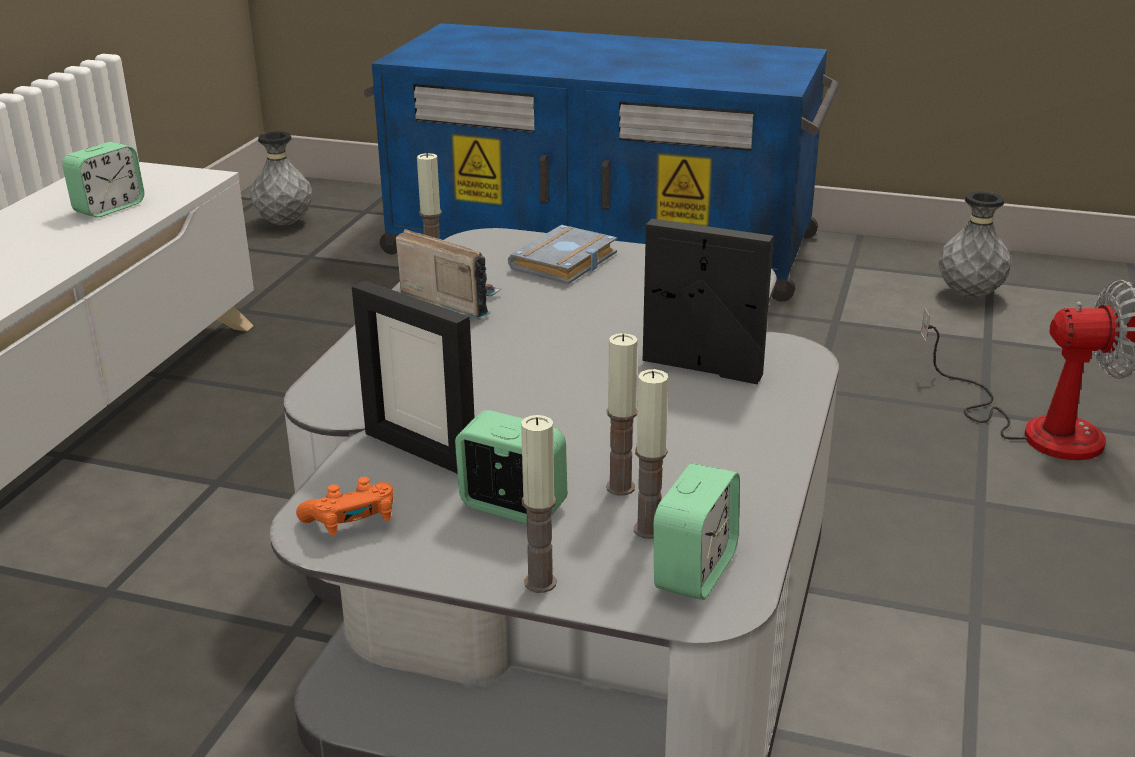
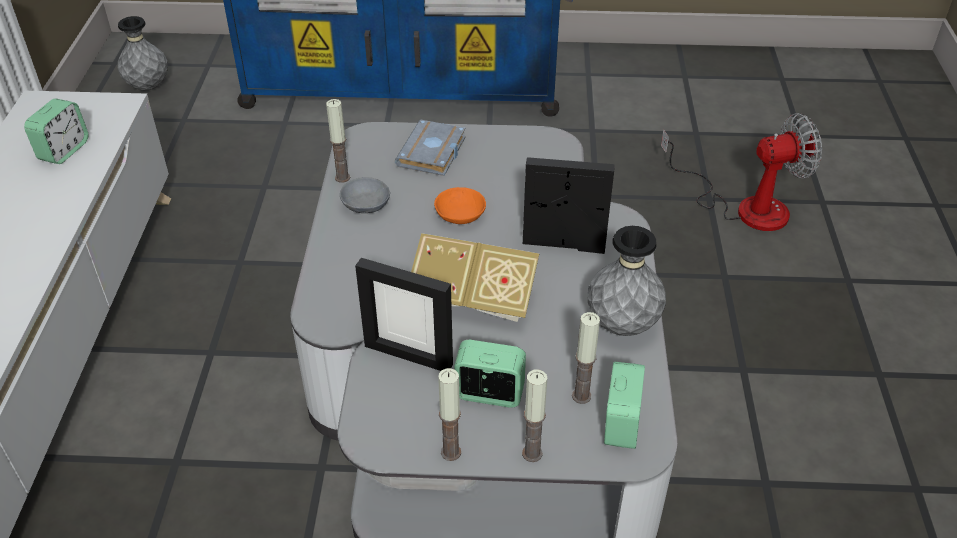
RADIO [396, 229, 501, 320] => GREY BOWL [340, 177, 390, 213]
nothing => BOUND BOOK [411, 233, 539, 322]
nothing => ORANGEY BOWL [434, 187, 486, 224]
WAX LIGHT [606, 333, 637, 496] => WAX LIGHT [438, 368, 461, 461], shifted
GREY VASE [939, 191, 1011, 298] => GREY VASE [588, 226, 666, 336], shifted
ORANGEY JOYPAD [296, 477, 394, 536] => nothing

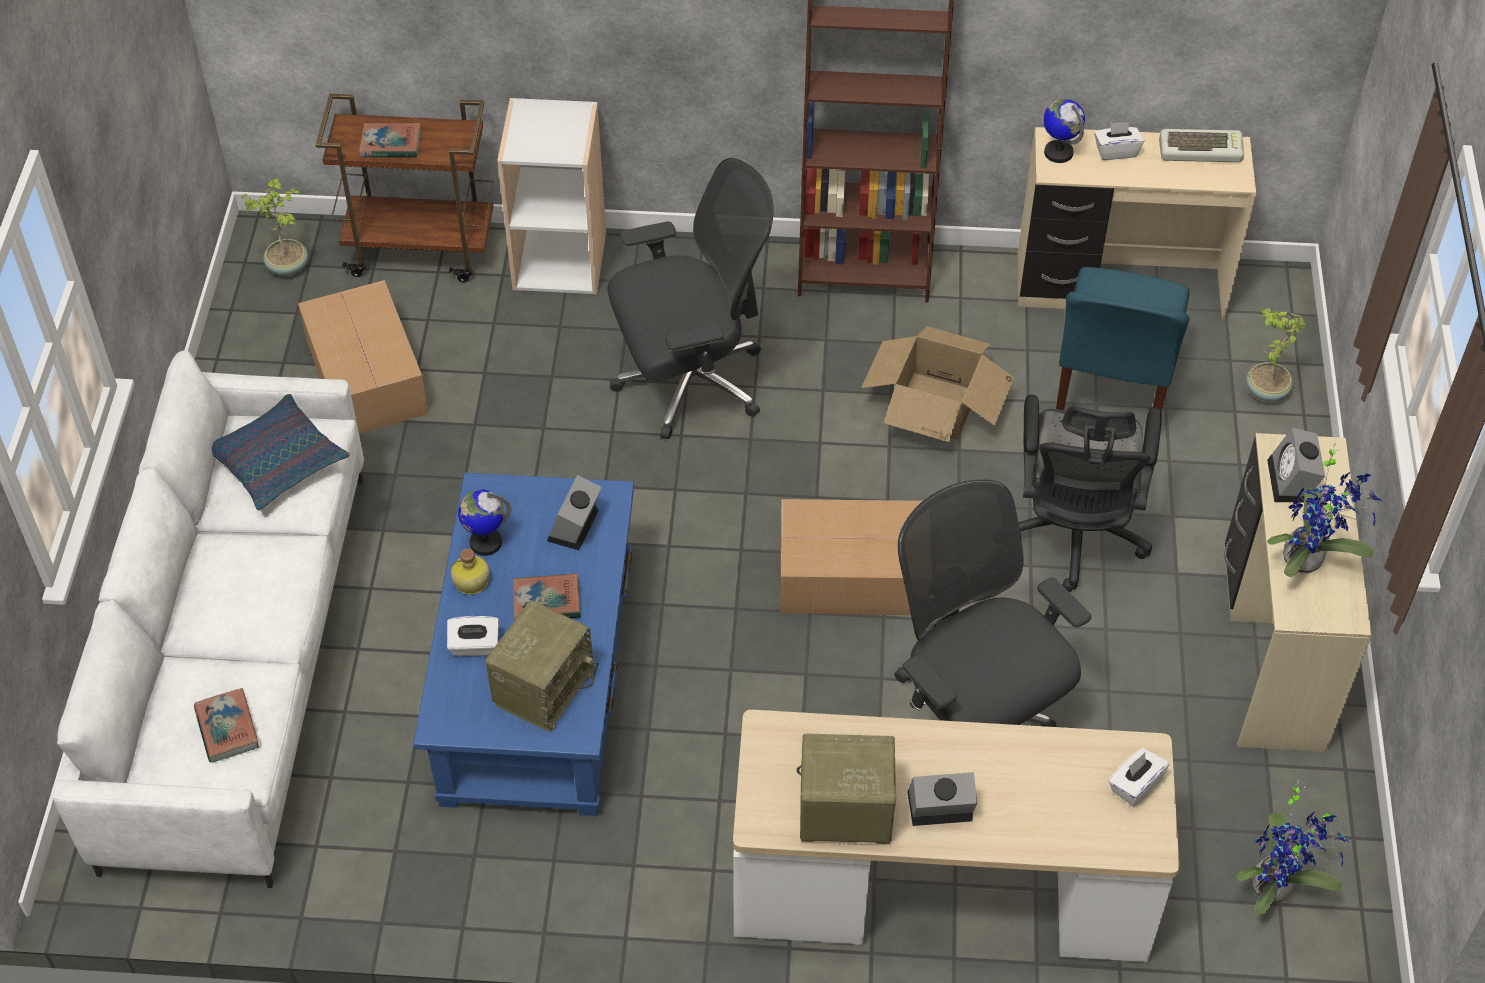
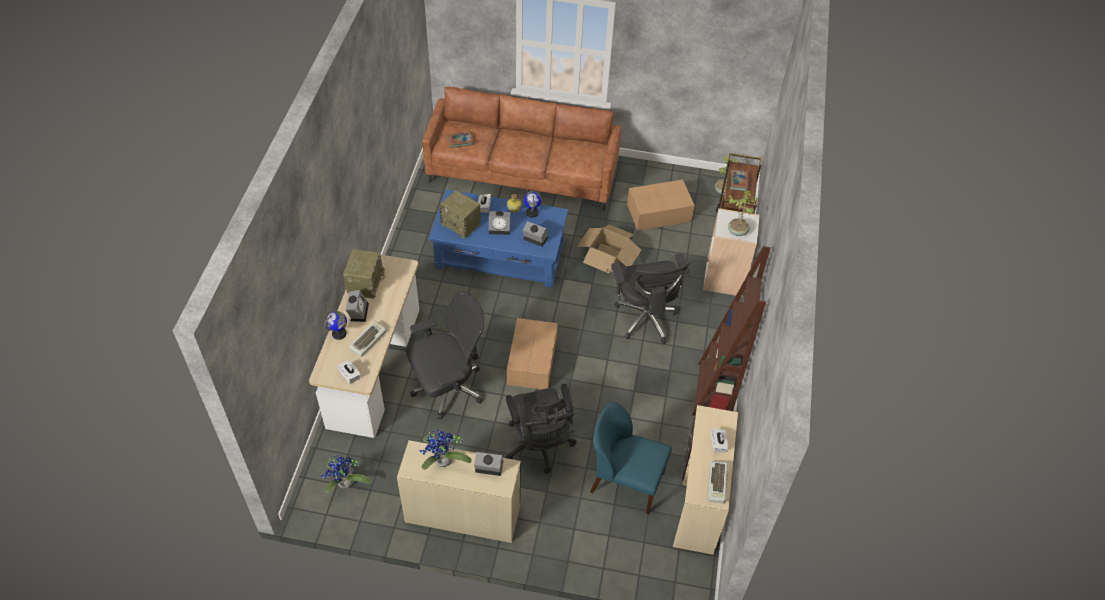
GLOBE [1043, 99, 1085, 163] => GLOBE [324, 311, 347, 340], shifted
nothing => KEYBOARD [349, 321, 387, 357]
WHITE-COLOURED COUCH [52, 350, 364, 888] => BROWN COUCH [422, 87, 621, 210]
BOUND BOOK [513, 573, 581, 621] => BEDSIDE CLOCK [489, 211, 510, 235]
OFFICE CHAIR [1018, 395, 1162, 592] => OFFICE CHAIR [506, 384, 576, 474], 120 degrees counterclockwise
CARTON [861, 326, 1014, 442] => CARTON [577, 224, 641, 273], shifted
HOUSEPLANT [1246, 307, 1307, 402] => HOUSEPLANT [728, 190, 758, 236], shifted
BLUE-COLOURED CUSHION [212, 394, 350, 510] => nothing

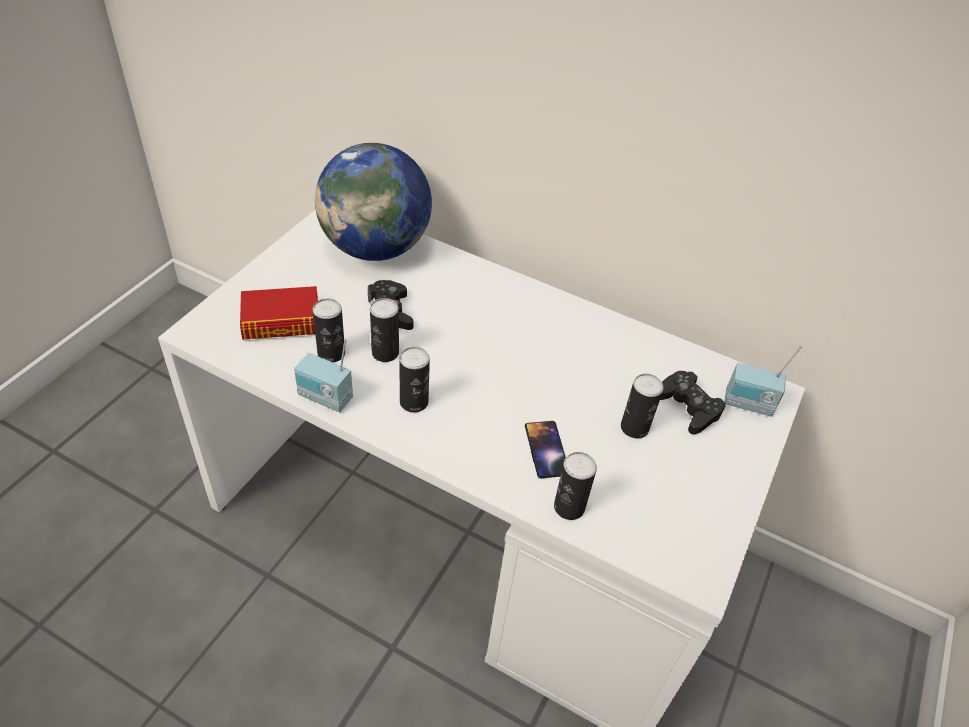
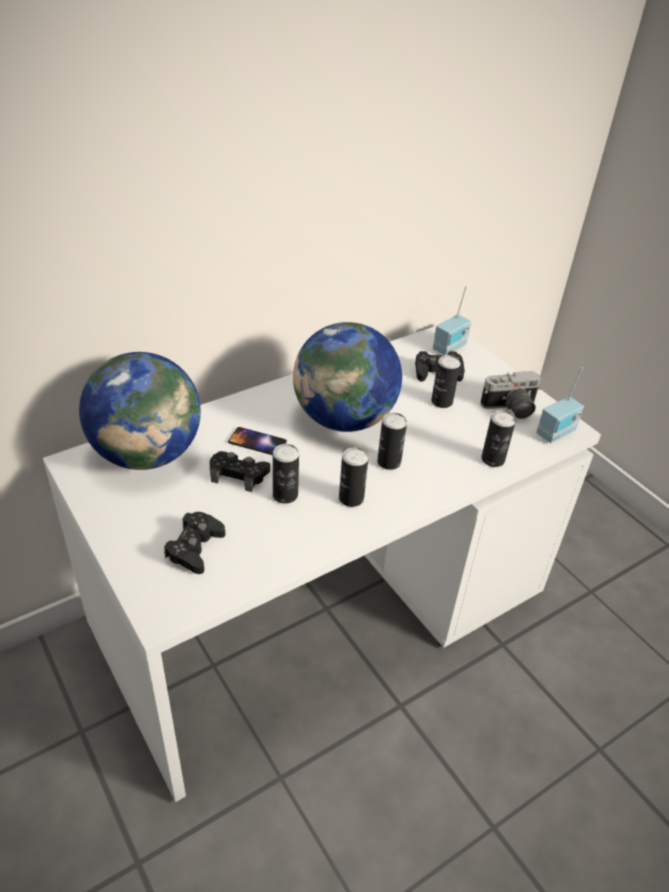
BOUND BOOK [240, 286, 318, 340] => BLACK JOYPAD [164, 512, 225, 574]
PHONE [525, 421, 566, 478] => PHONE [228, 427, 287, 455], shifted
nothing => GLOBE [293, 322, 402, 432]
SEALED CAN [312, 298, 345, 363] => SEALED CAN [377, 413, 407, 470], shifted
nothing => STILL CAMERA [480, 371, 541, 419]
RADIO [294, 338, 353, 412] => RADIO [536, 367, 584, 443], shifted

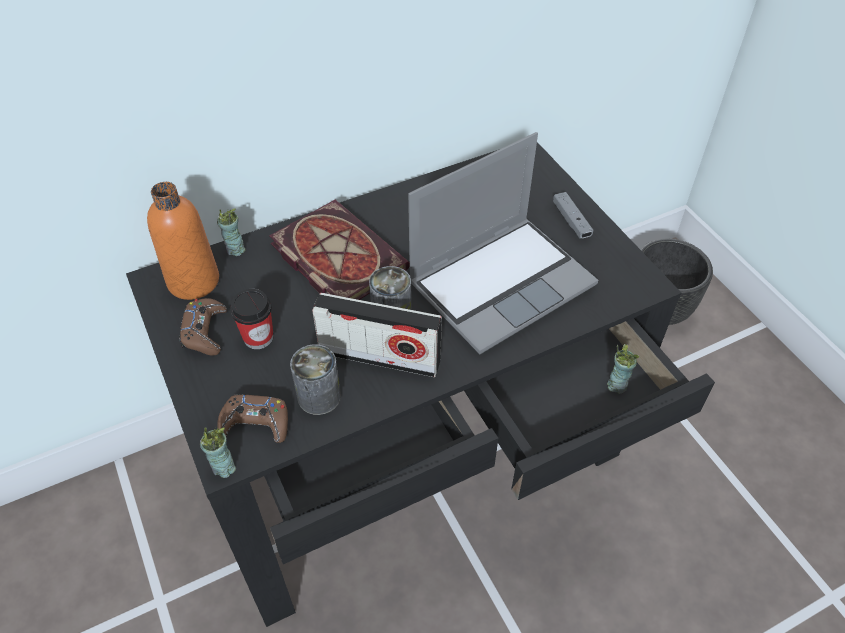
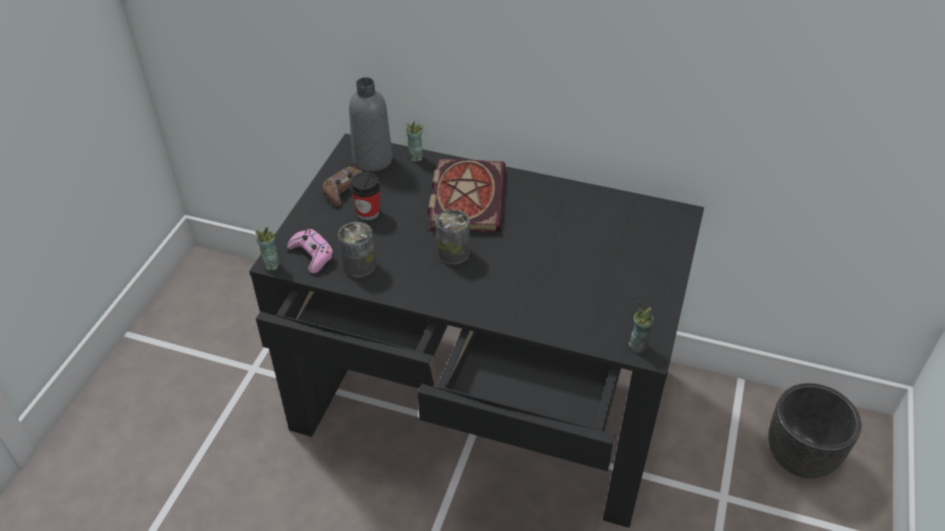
BROWN JOYPAD [217, 394, 288, 443] => PINKISH JOYPAD [287, 229, 334, 273]
ORANGEY BOTTLE [147, 182, 219, 300] => GREY BOTTLE [349, 77, 392, 172]
DRINKING CUP [607, 344, 639, 394] => DRINKING CUP [629, 301, 654, 353], shifted
RADIO [312, 293, 442, 377] => nothing
NOTEBOOK COMPUTER [408, 132, 598, 354] => nothing
GREY JOYPAD [553, 192, 593, 239] => nothing

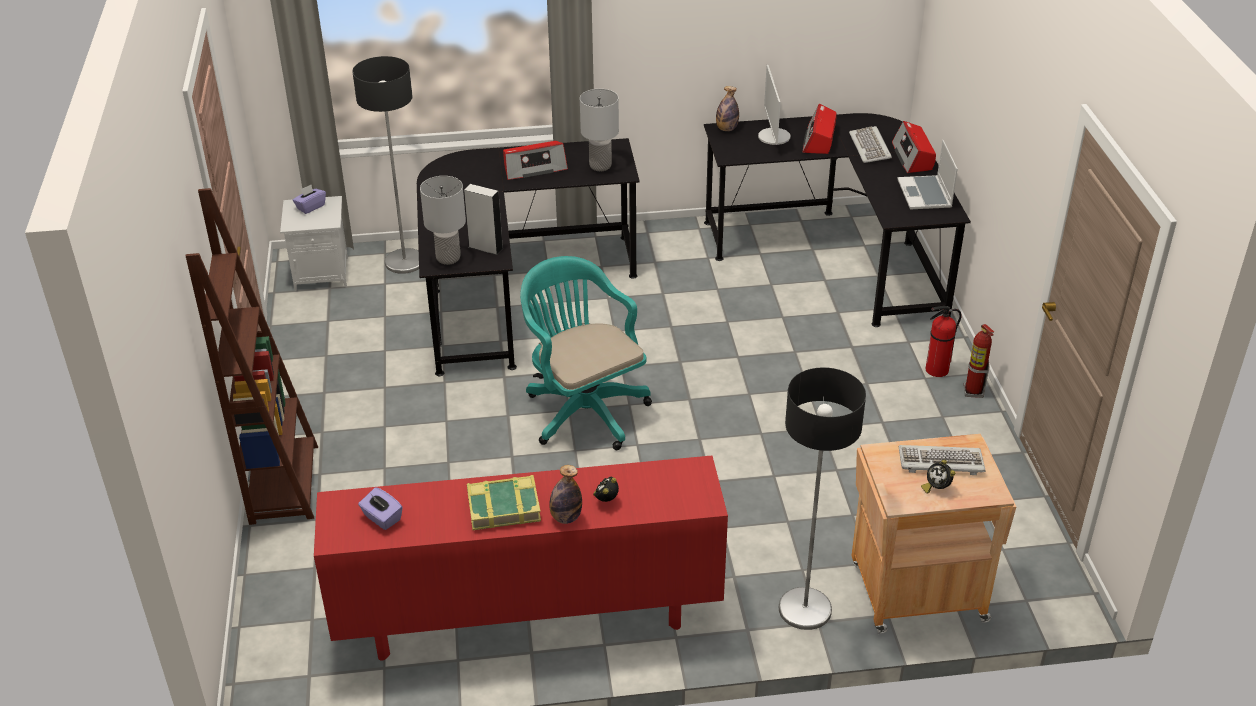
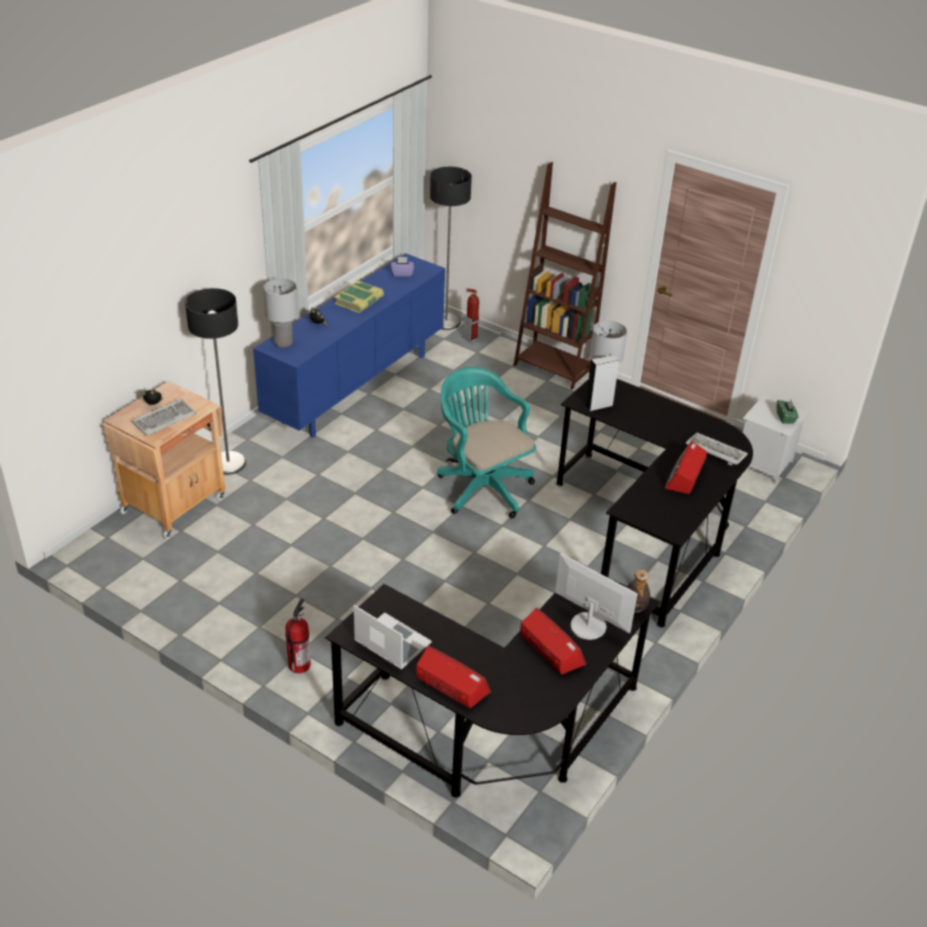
REDDISH CABINET [314, 456, 728, 661] => BLUE-COLOURED CABINET [253, 253, 445, 438]
GREY LAMP FOR A TABLE [580, 89, 619, 172] => GREY LAMP FOR A TABLE [263, 278, 298, 348], shifted
FLOOR LAMP [353, 56, 419, 274] => FLOOR LAMP [430, 167, 472, 330], shifted
TURQUOISE-COLOURED OFFICE CHAIR [520, 256, 652, 450] => TURQUOISE-COLOURED OFFICE CHAIR [437, 367, 536, 518], 135 degrees counterclockwise
EXTINGUISHER [964, 324, 994, 398] => EXTINGUISHER [463, 288, 480, 343], shifted
KEYBOARD [849, 126, 892, 163] => KEYBOARD [685, 433, 748, 466], shifted
PURPLE-COLOURED BOX OF TISSUES [293, 185, 326, 214] => GREEN BOX OF TISSUES [777, 400, 798, 424]
BOTTLE [549, 465, 582, 524] => nothing

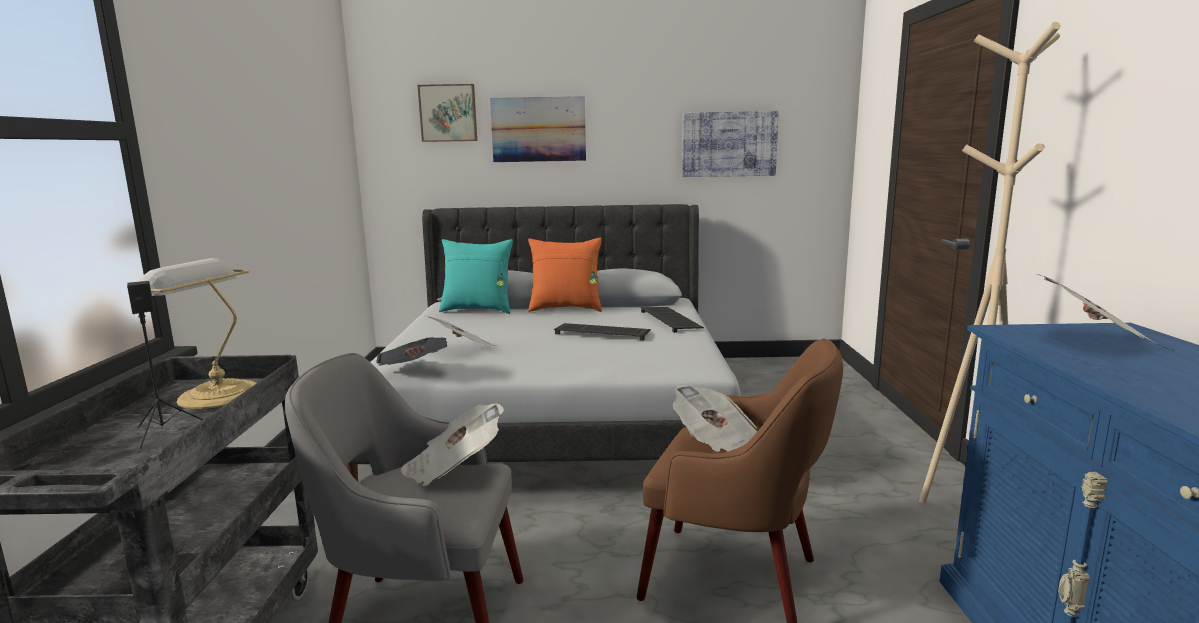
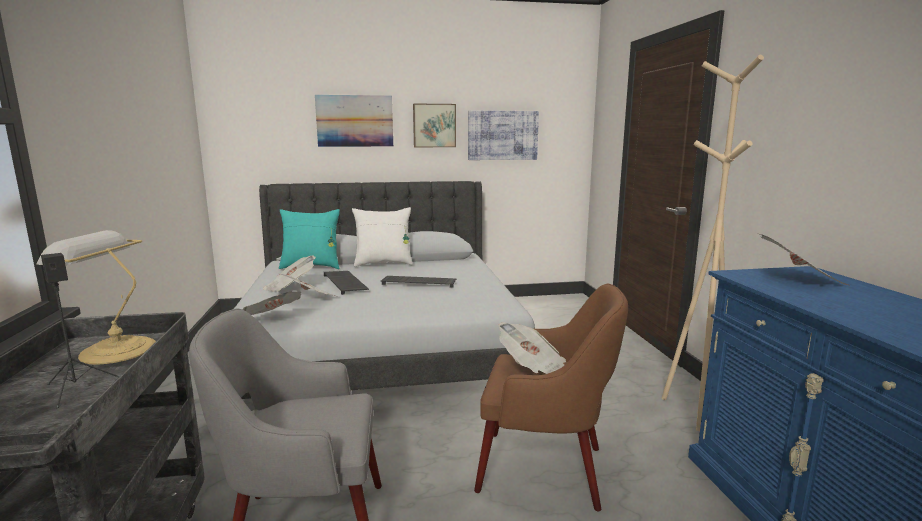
NEWSPAPER [400, 404, 504, 486] => NEWSPAPER [263, 256, 316, 292], shifted
KEYBOARD [641, 307, 704, 333] => KEYBOARD [323, 271, 369, 295], shifted
ORANGEY CUSHION [528, 238, 602, 312] => WHITE-COLOURED CUSHION [352, 207, 413, 267]
PICTURE [418, 84, 477, 142] => PICTURE [413, 104, 456, 147], shifted

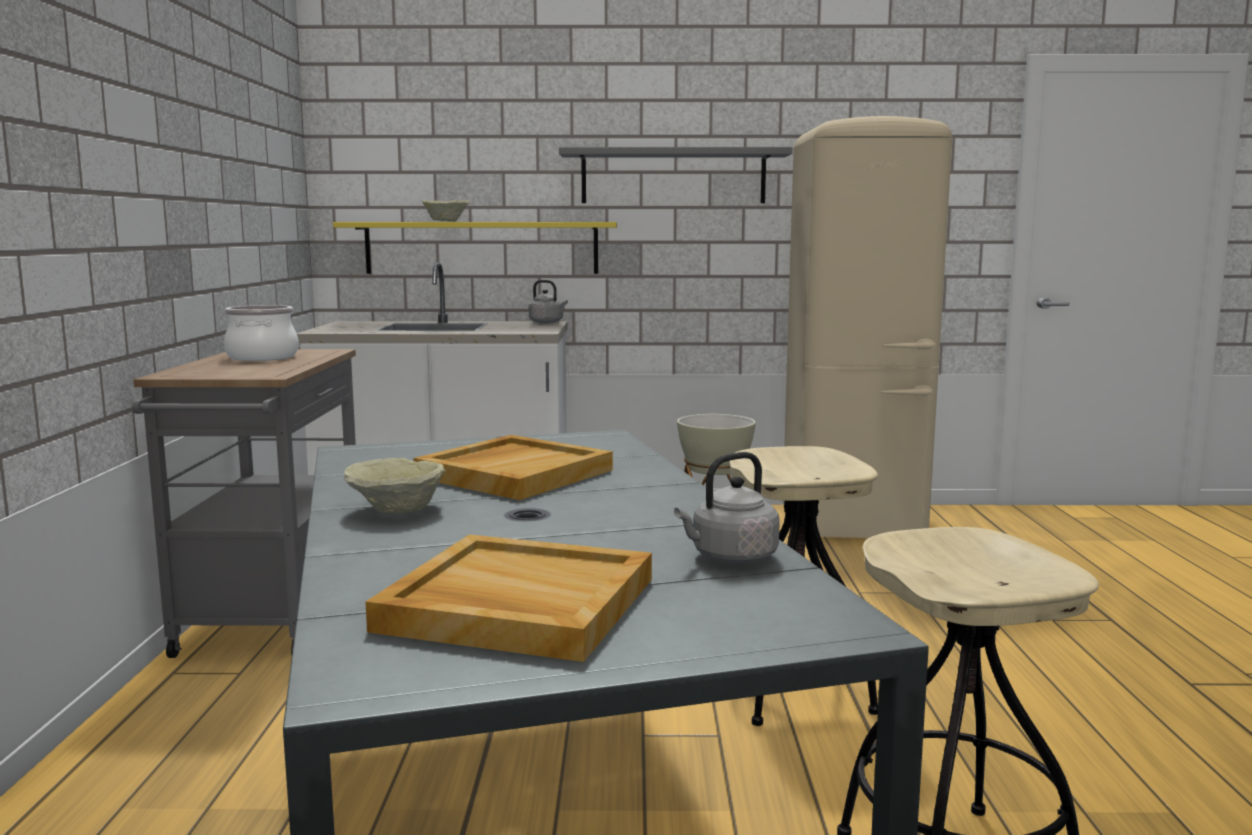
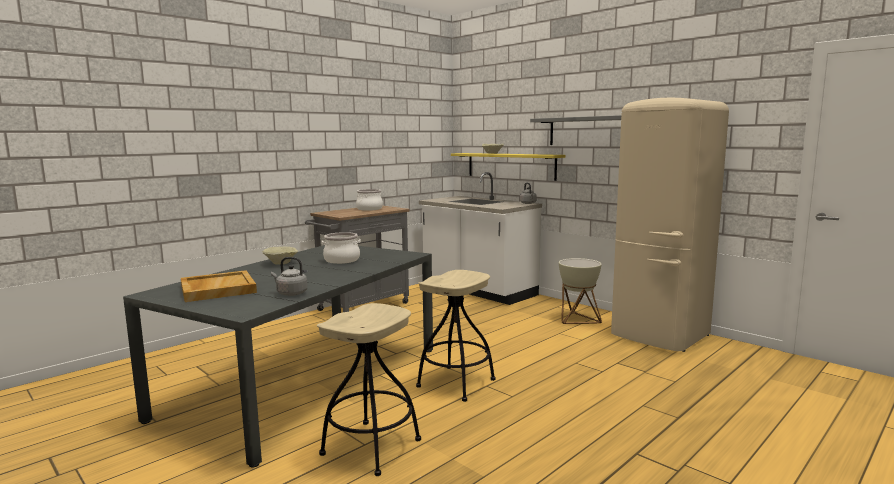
SAND-COLOURED SERVING TRAY [413, 435, 613, 500] => COOKING POT [321, 232, 361, 264]

